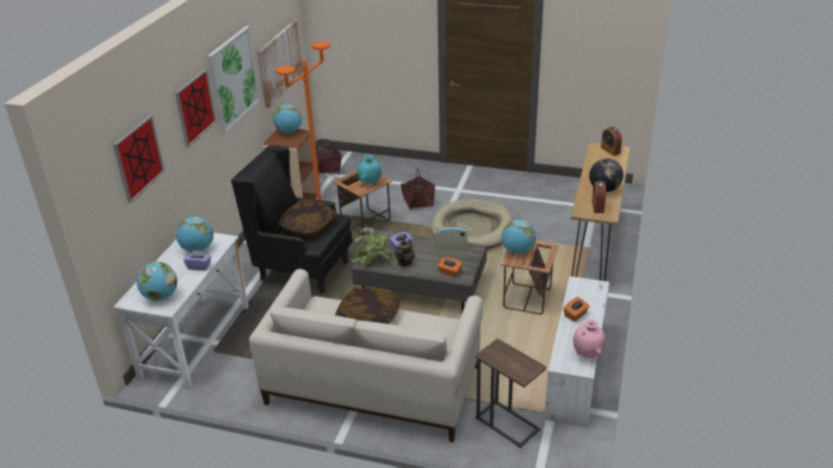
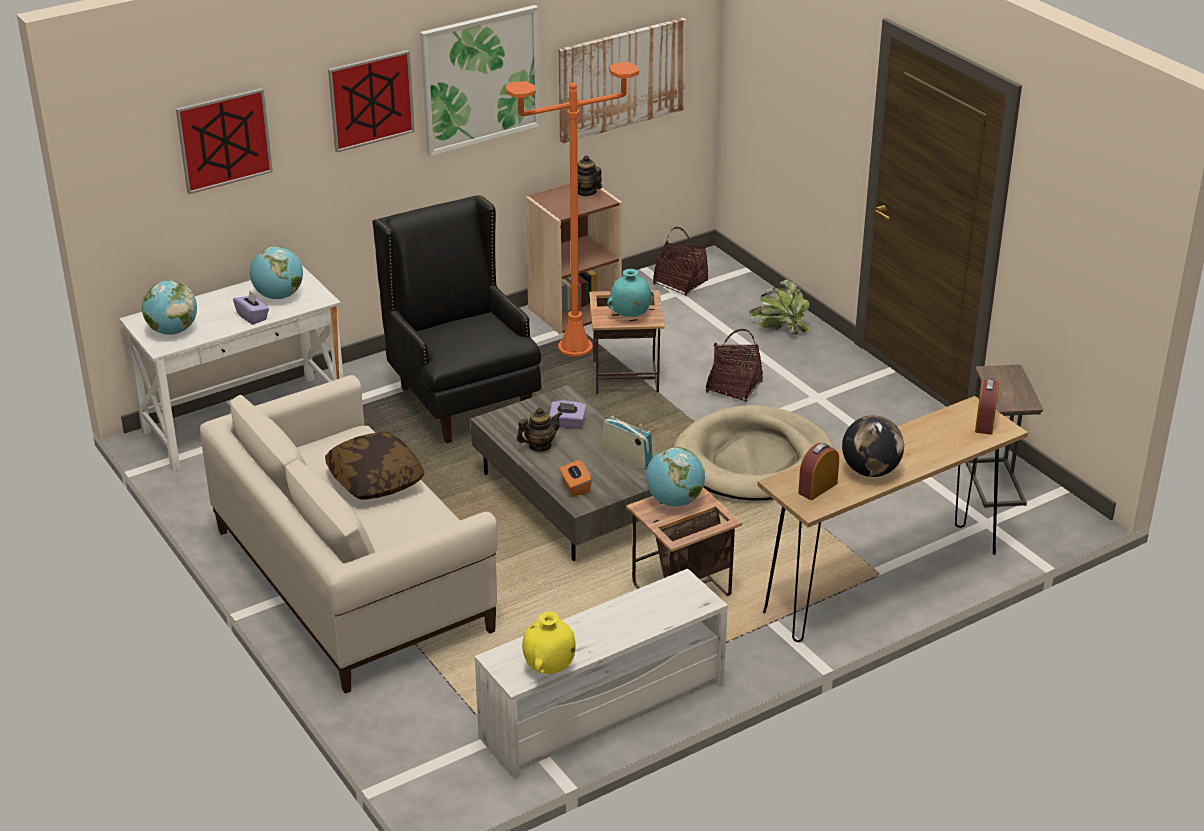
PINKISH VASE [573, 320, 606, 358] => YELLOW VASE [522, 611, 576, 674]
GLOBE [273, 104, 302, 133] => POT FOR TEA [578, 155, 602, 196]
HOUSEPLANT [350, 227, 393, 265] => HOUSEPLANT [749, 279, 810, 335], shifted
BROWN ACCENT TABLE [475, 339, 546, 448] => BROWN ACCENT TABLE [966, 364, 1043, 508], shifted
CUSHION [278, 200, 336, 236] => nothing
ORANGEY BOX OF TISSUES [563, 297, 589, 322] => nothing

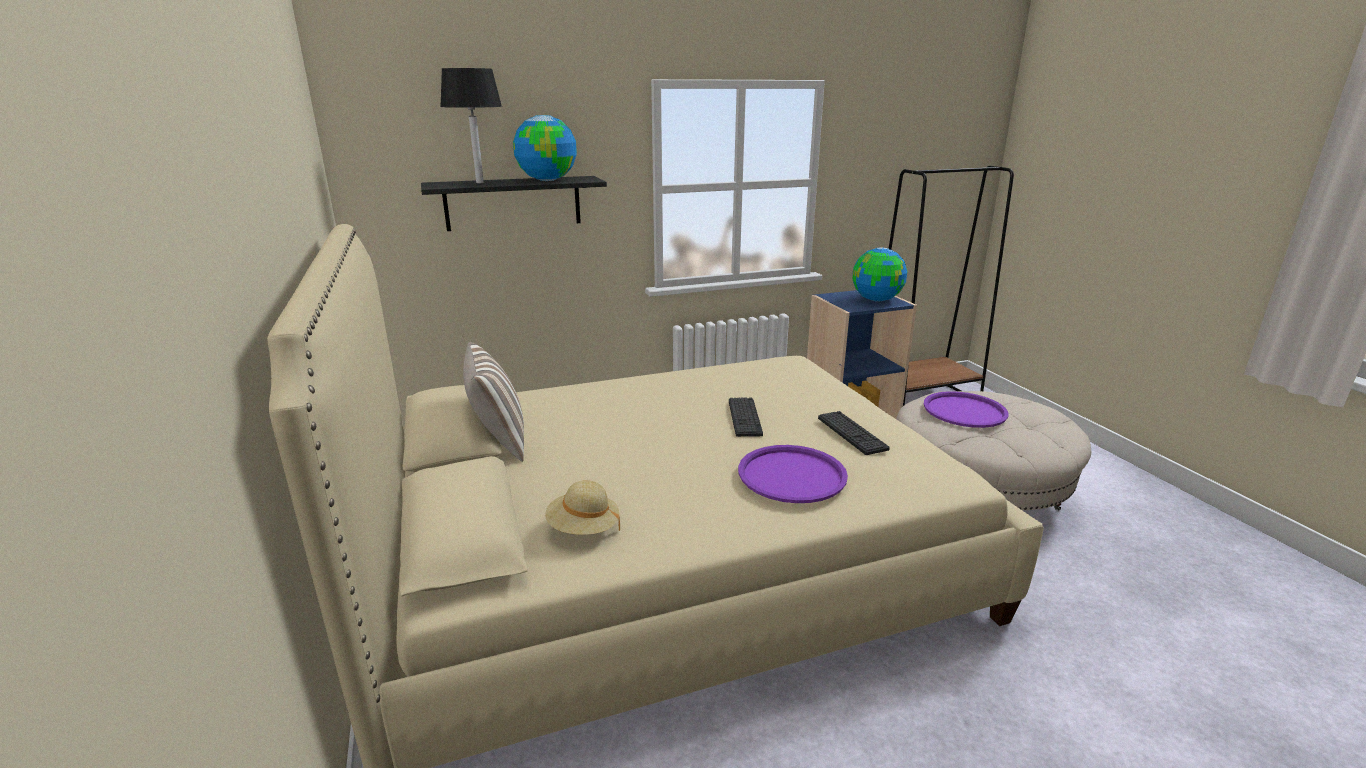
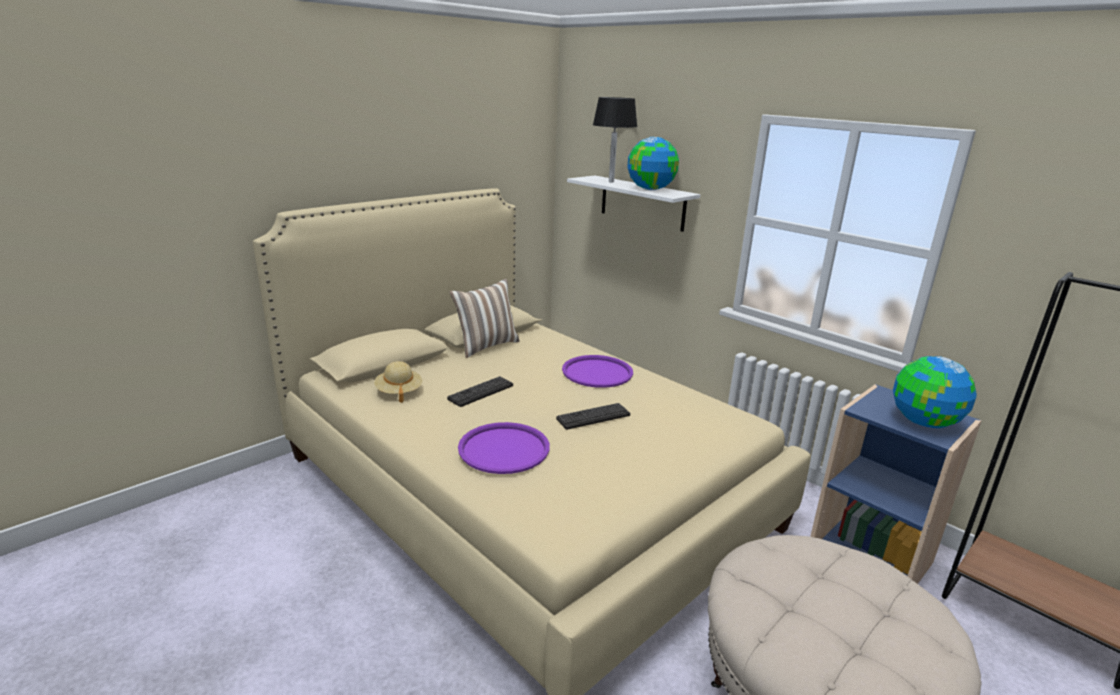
KEYBOARD [818, 411, 890, 455] => KEYBOARD [447, 376, 513, 407], shifted
PURPLE-COLOURED SERVING TRAY [924, 391, 1009, 428] => PURPLE-COLOURED SERVING TRAY [562, 355, 633, 388], shifted
BLACK SHELF [421, 176, 607, 231] => WHITE-COLOURED SHELF [567, 176, 700, 232]

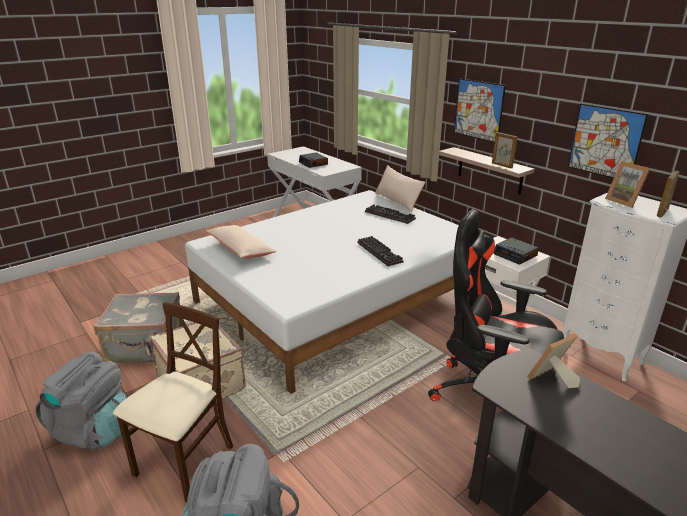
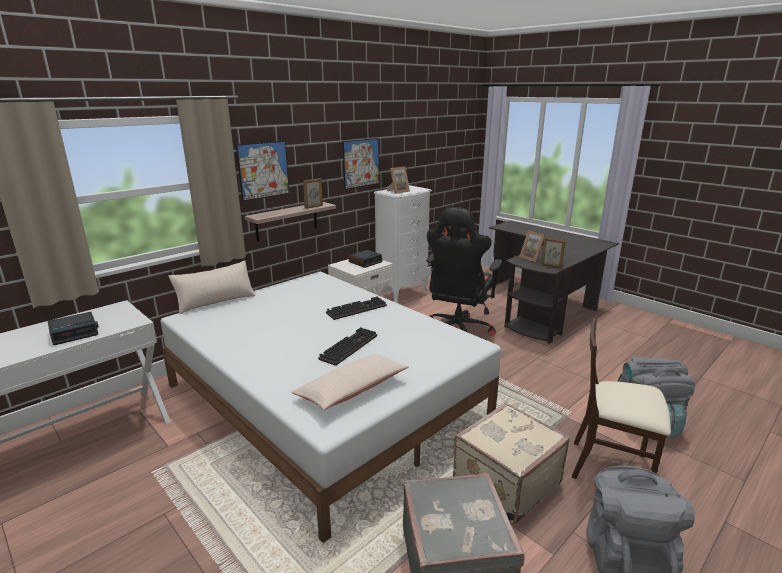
KEYBOARD [365, 204, 416, 224] => KEYBOARD [318, 327, 377, 366], shifted
STANDING FRAME [657, 171, 680, 217] => STANDING FRAME [541, 237, 566, 268], shifted

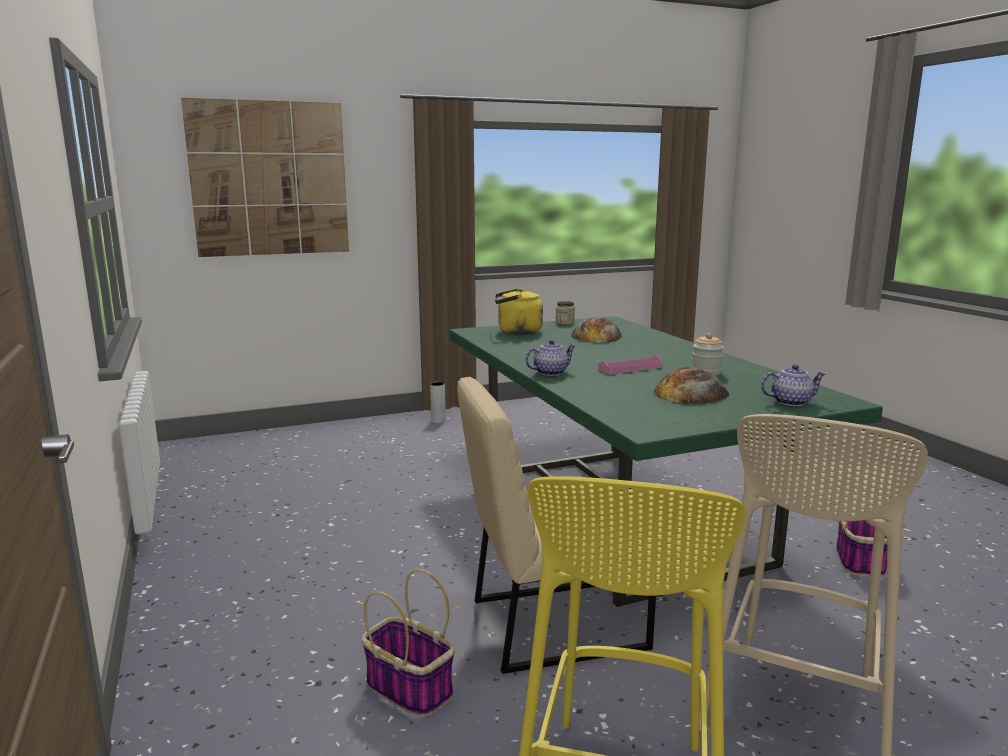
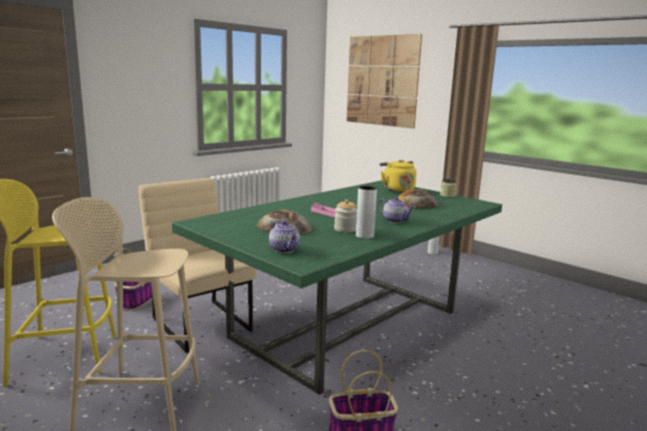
nothing => GREY VASE [356, 186, 377, 239]
POT FOR TEA [525, 340, 575, 376] => POT FOR TEA [378, 197, 415, 223], shifted

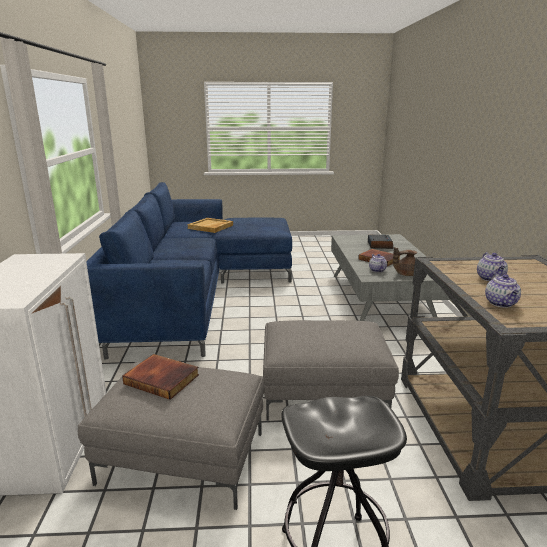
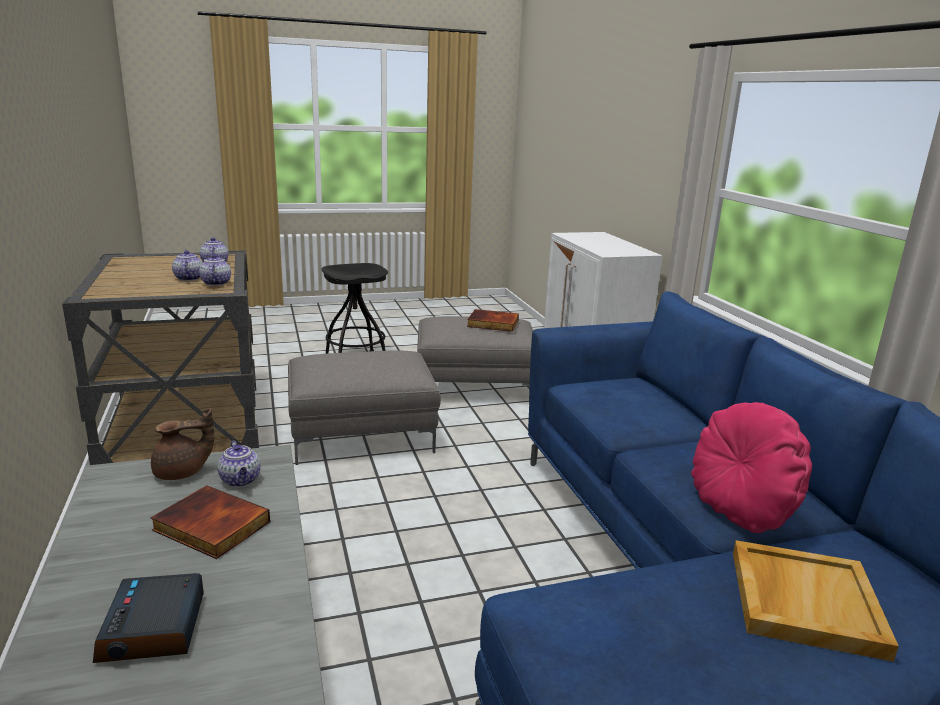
nothing => POT FOR TEA [199, 254, 231, 286]
nothing => PINKISH CUSHION [691, 402, 812, 533]

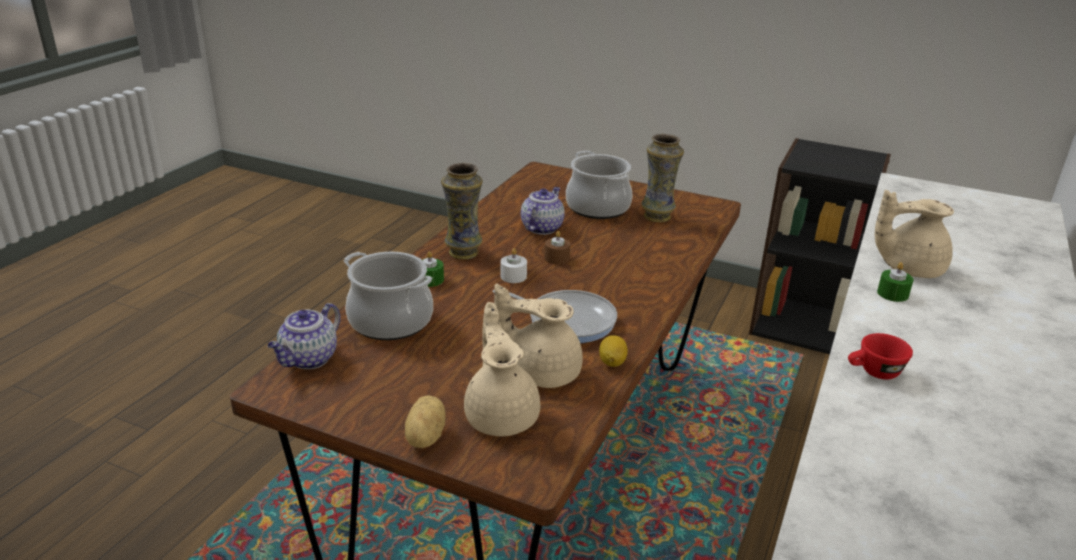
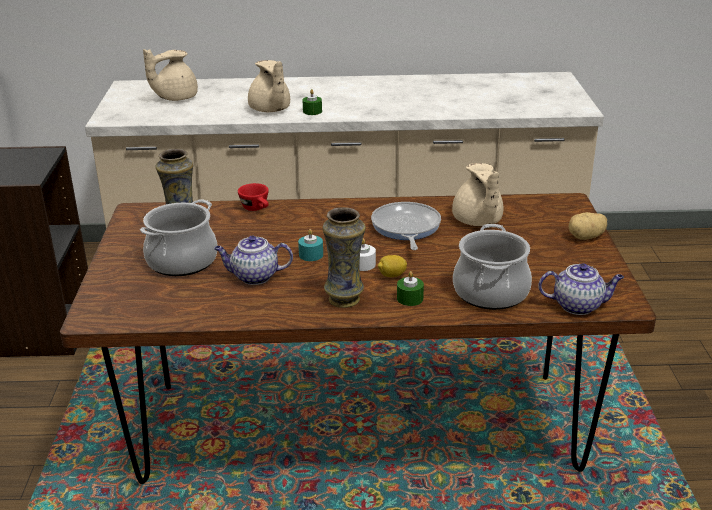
SAND-COLOURED POT FOR TEA [464, 302, 540, 437] => SAND-COLOURED POT FOR TEA [143, 49, 198, 101], shifted
REDDISH DRINKING CUP [848, 333, 913, 379] => REDDISH DRINKING CUP [238, 183, 269, 211], shifted
BROWN WAX LIGHT [544, 231, 570, 264] => TURQUOISE-COLOURED WAX LIGHT [298, 229, 323, 261]
WHOLE LEMON [599, 335, 628, 367] => WHOLE LEMON [378, 255, 407, 277], shifted

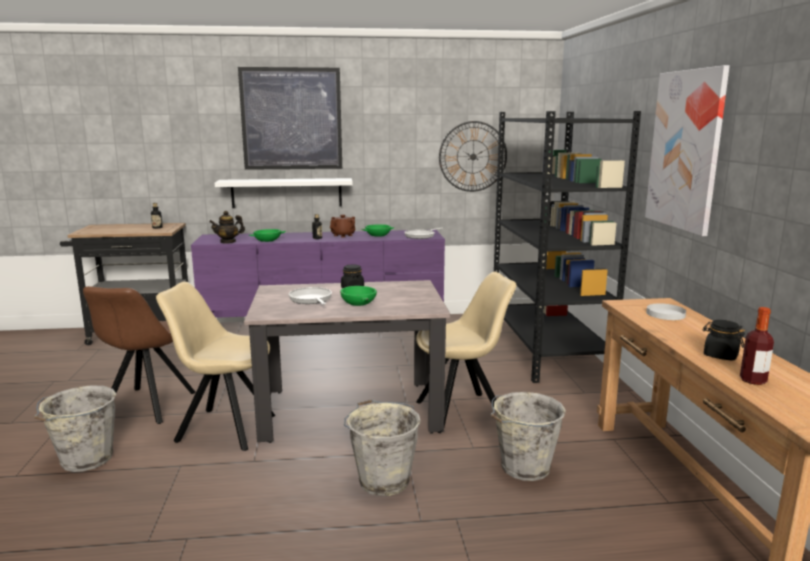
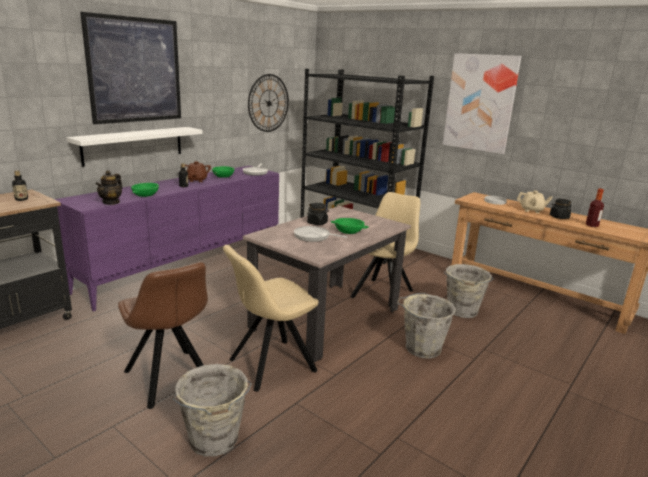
nothing => SAND-COLOURED POT FOR TEA [517, 190, 553, 213]

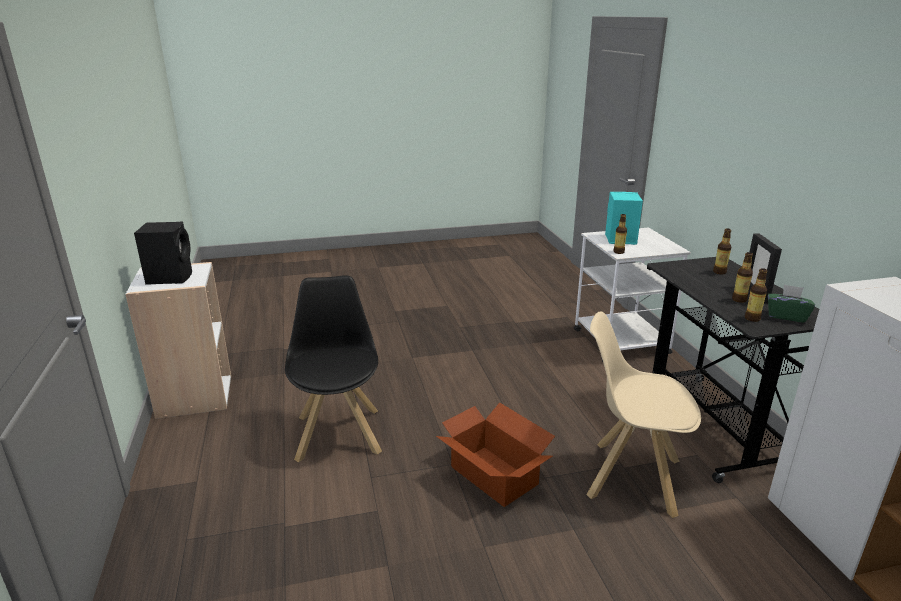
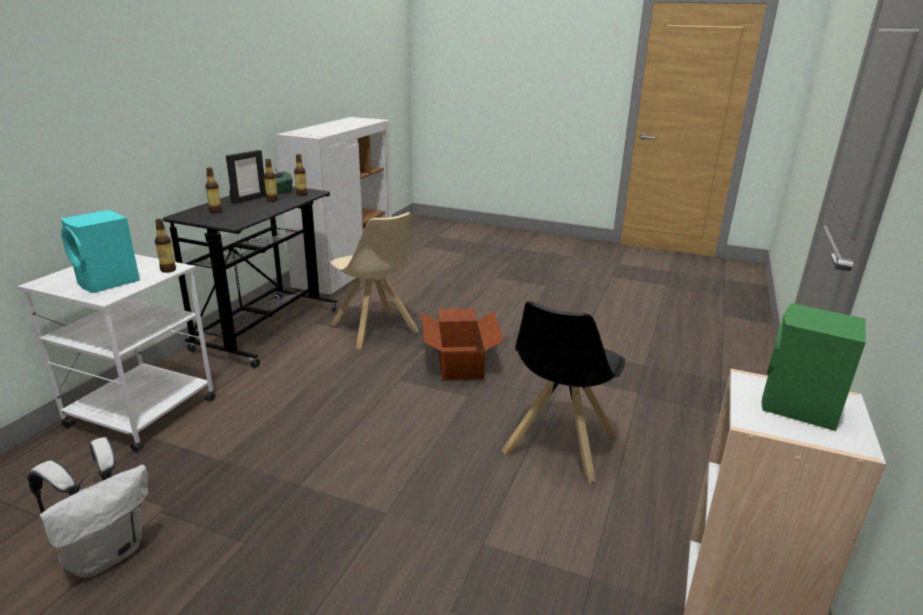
nothing => WHITE-COLOURED RUCKSACK [28, 437, 148, 578]
BLACK SPEAKER [134, 221, 192, 285] => GREEN SPEAKER [762, 303, 866, 431]

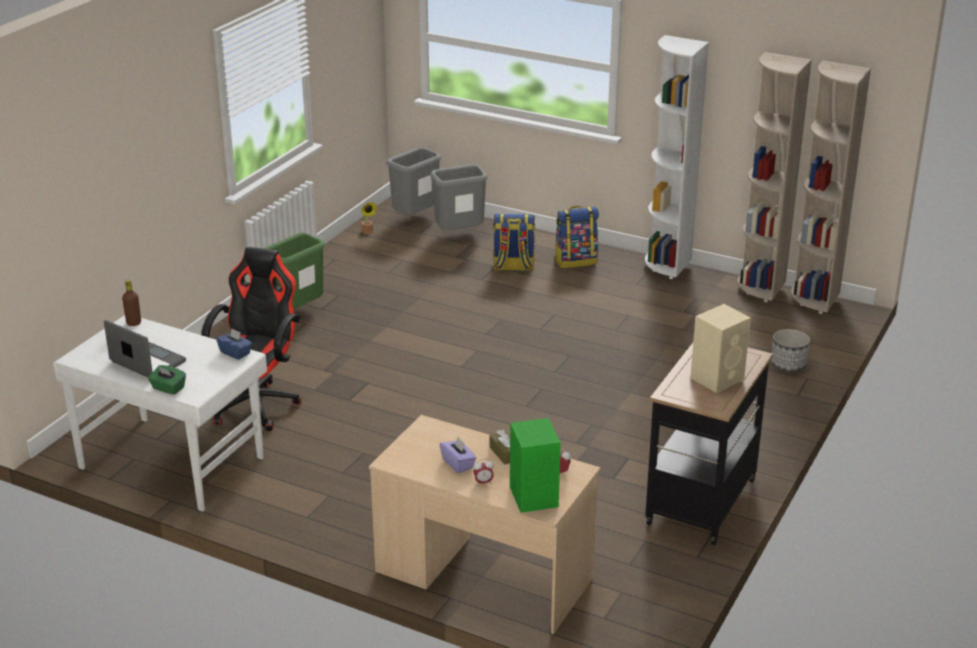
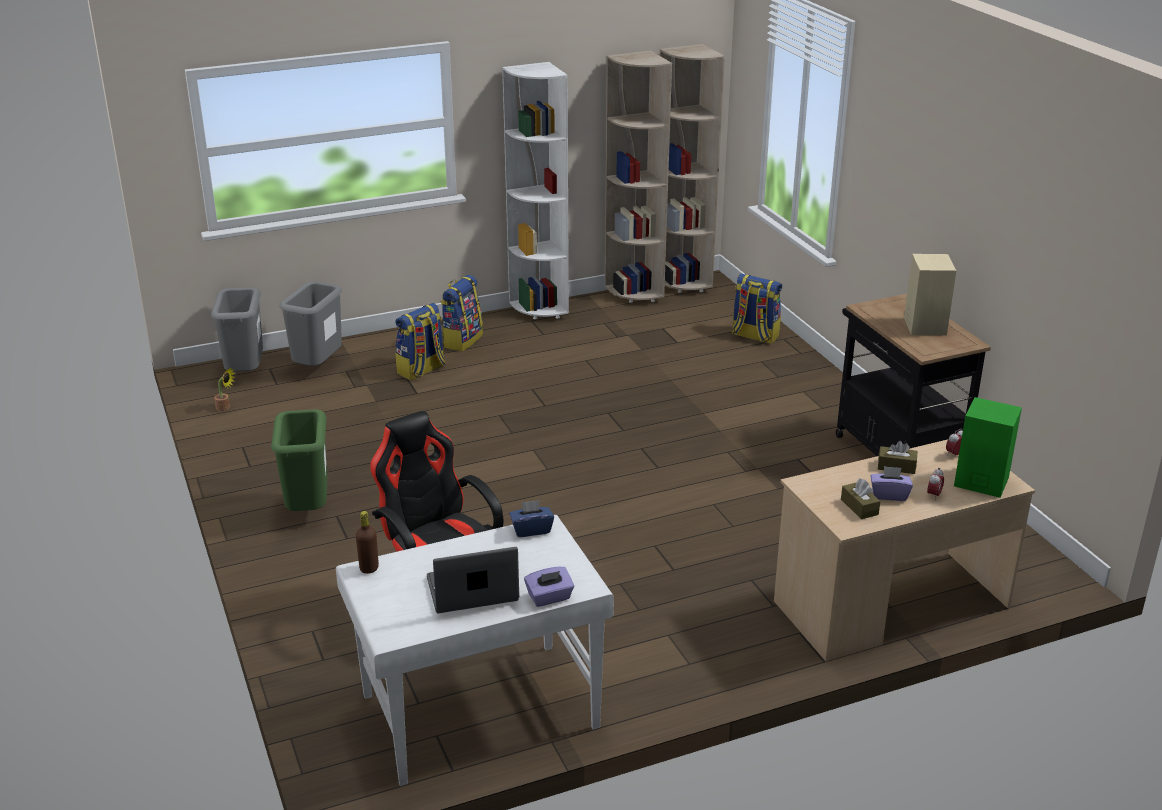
GREEN BOX OF TISSUES [148, 365, 186, 395] => PURPLE-COLOURED BOX OF TISSUES [524, 567, 574, 607]
PLANTER [771, 329, 810, 371] => RUCKSACK [731, 274, 782, 344]
nothing => BROWN BOX OF TISSUES [841, 478, 880, 519]

